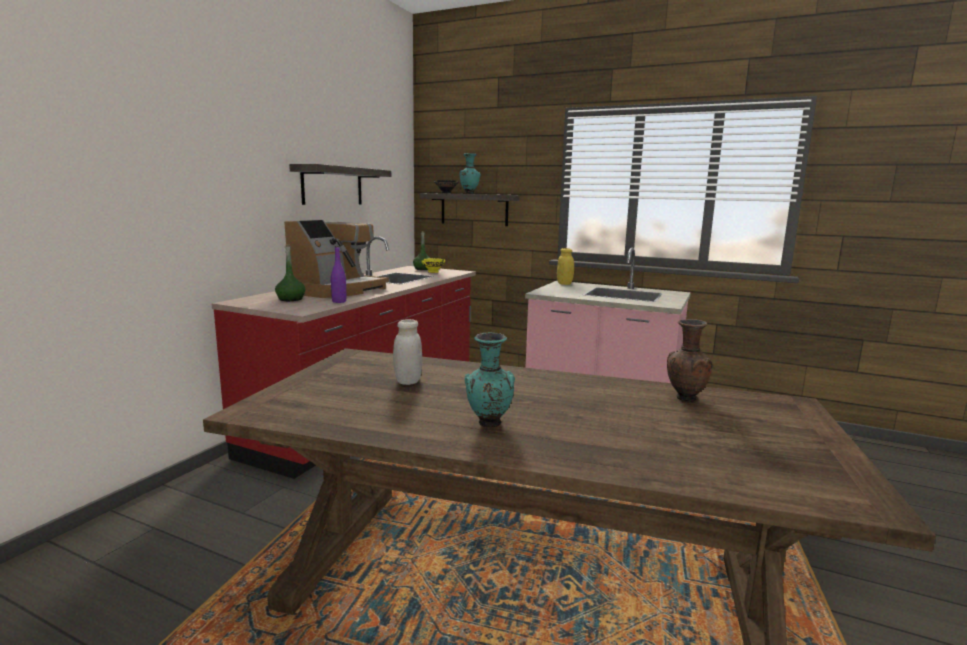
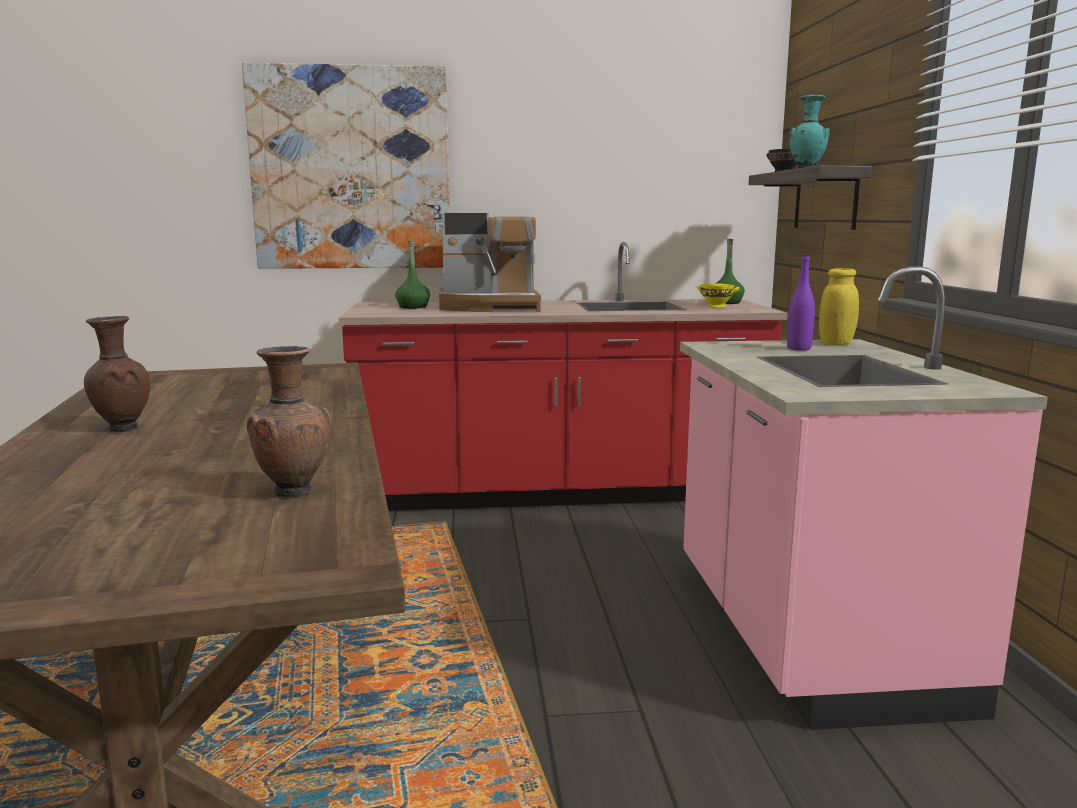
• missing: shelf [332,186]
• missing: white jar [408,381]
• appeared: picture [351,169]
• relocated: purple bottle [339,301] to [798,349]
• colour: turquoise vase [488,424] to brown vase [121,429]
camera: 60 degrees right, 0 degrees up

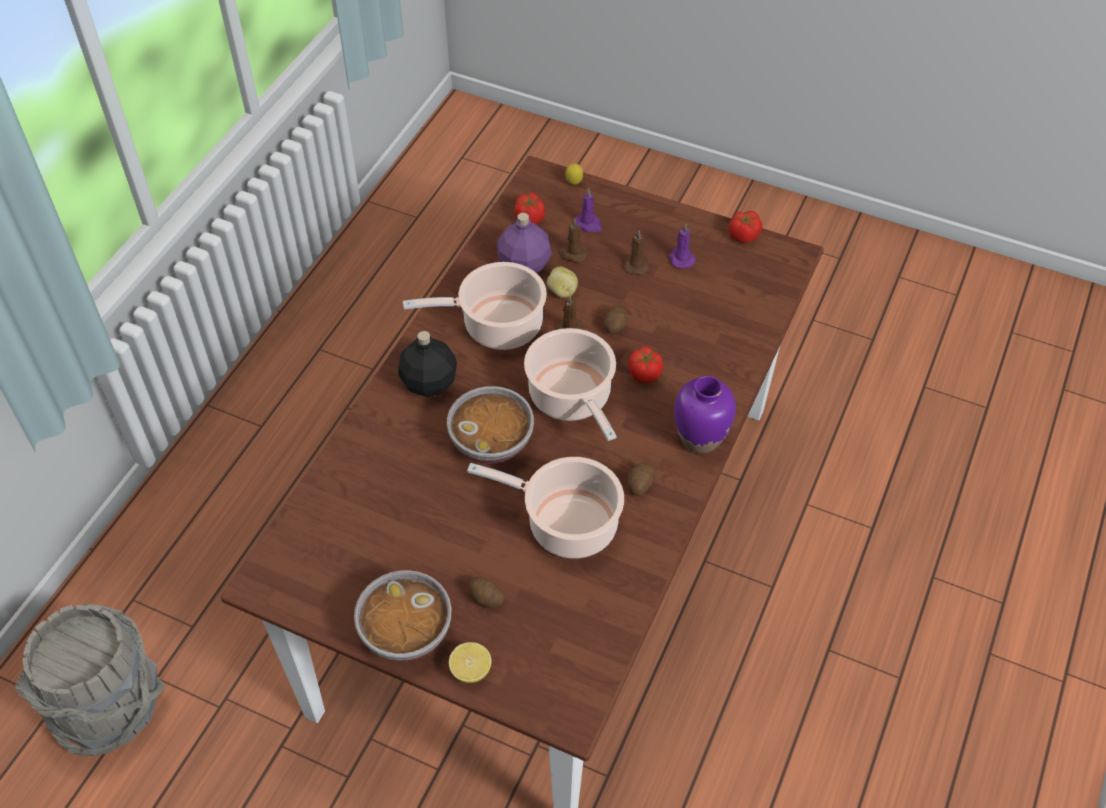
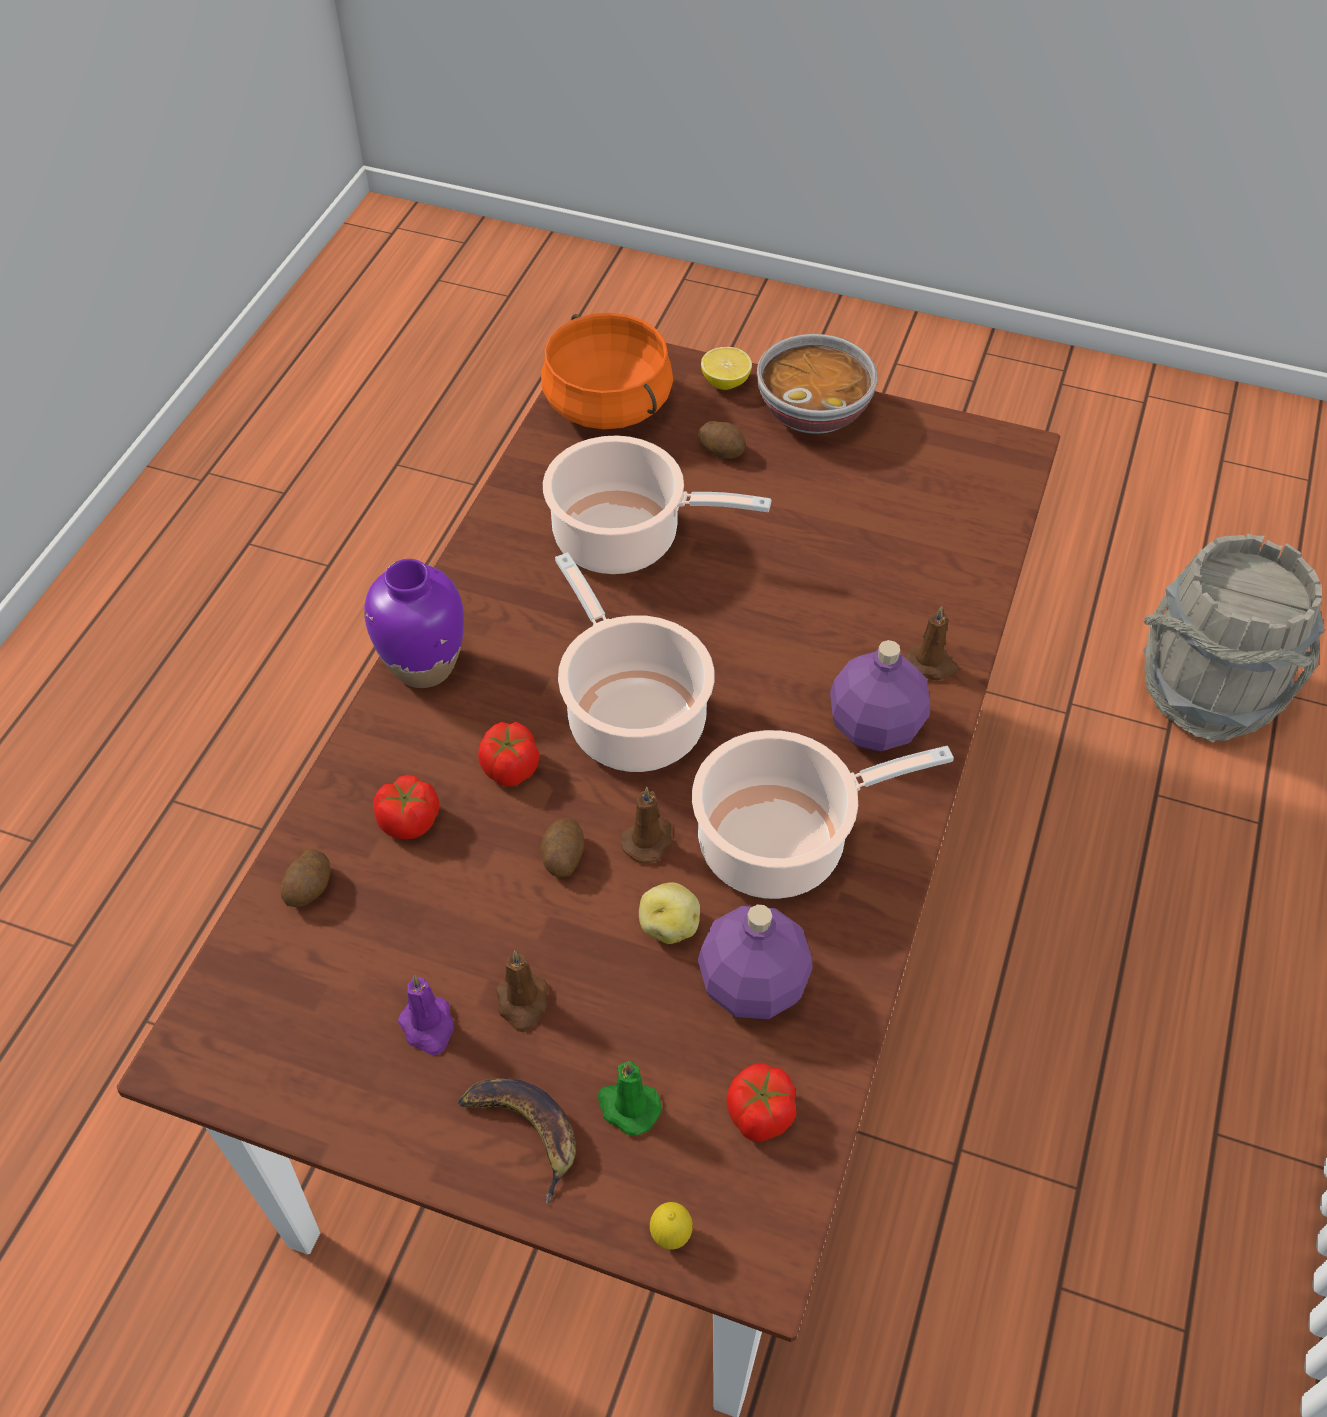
• missing: bowl [492,441]
• appeared: banana [524,1131]
• appeared: orange cooking pot [609,404]
• relocated: brown candle [572,254] to [931,665]
• relocated: potato [640,484] to [310,888]
• relocated: tomato [743,235] to [410,821]
• colour: black bottle [428,383] to purple bottle [876,725]
• colour: purple candle [588,224] to green candle [627,1106]
camera: 175 degrees right, 0 degrees up

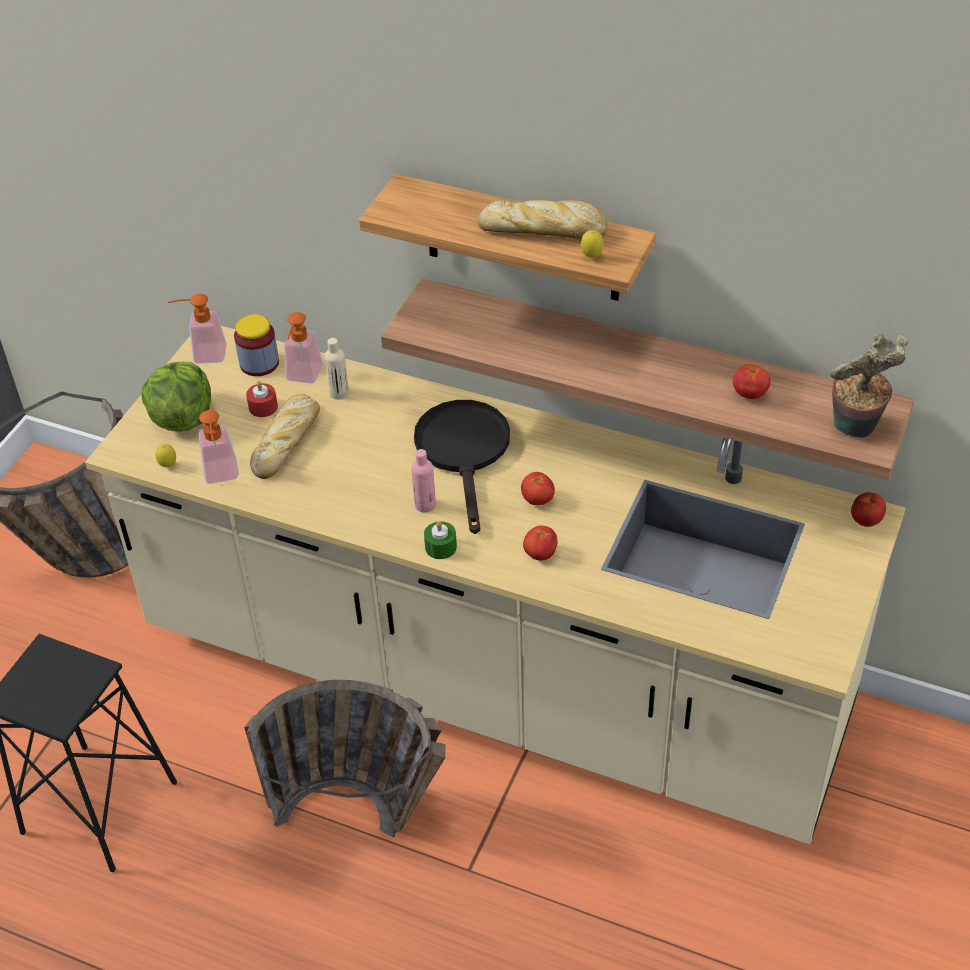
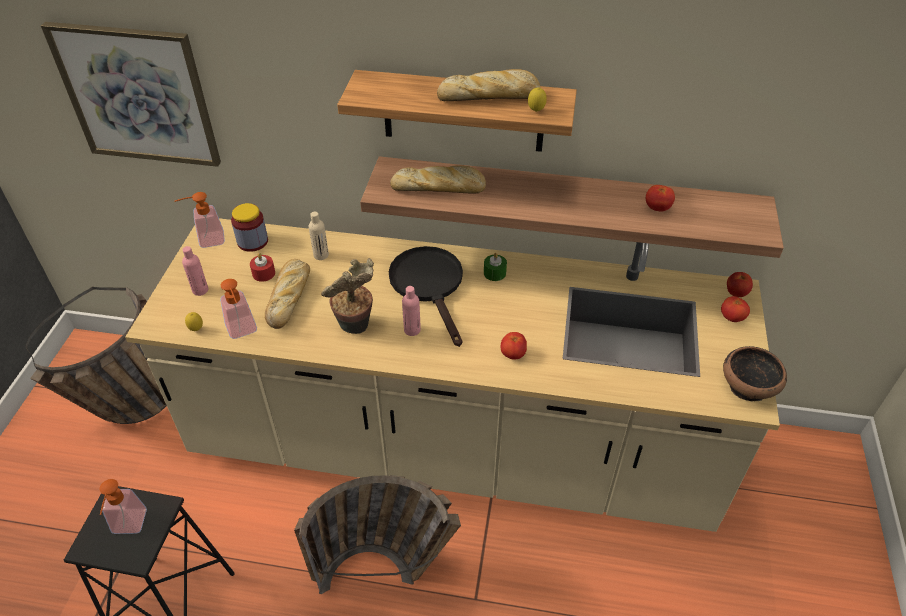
• appeared: picture [138,95]
• appeared: bread [440,188]
• appeared: bowl [748,387]
• relocated: soap dispenser [302,378] to [128,527]
• relocated: green candle [440,547] to [494,273]
• relocated: tomato [537,500] to [731,318]
• relocated: potted plant [855,430] to [355,328]
• exchanged: lettuce [182,417] to pink bottle [200,290]
camera: 15 degrees left, 0 degrees up

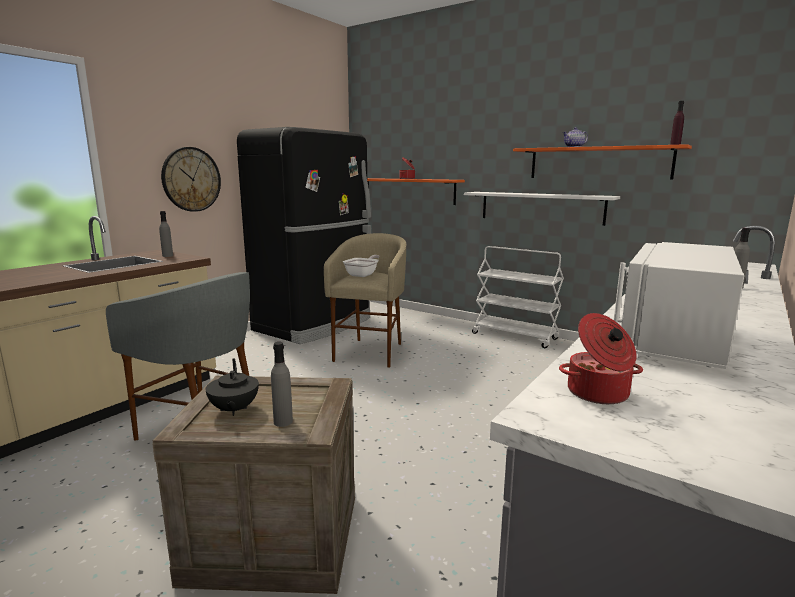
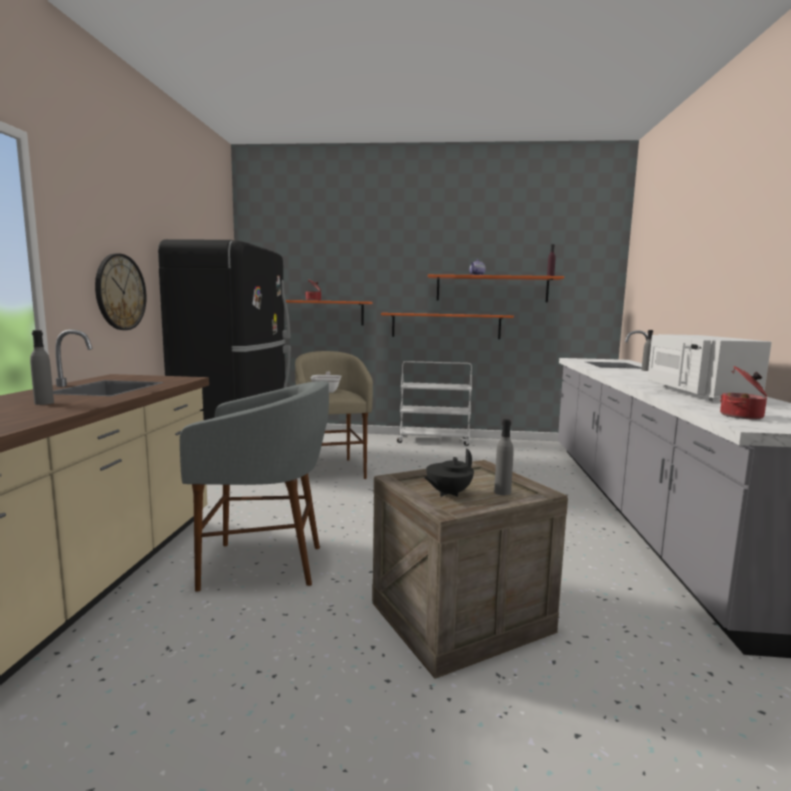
• relocated: grey bottle [167,256] to [44,403]
• colour: white shelf [541,207] to orange shelf [446,325]
• spun: black teapot [233,410] = [448,493] 90 degrees clockwise
camera: 30 degrees left, 5 degrees down

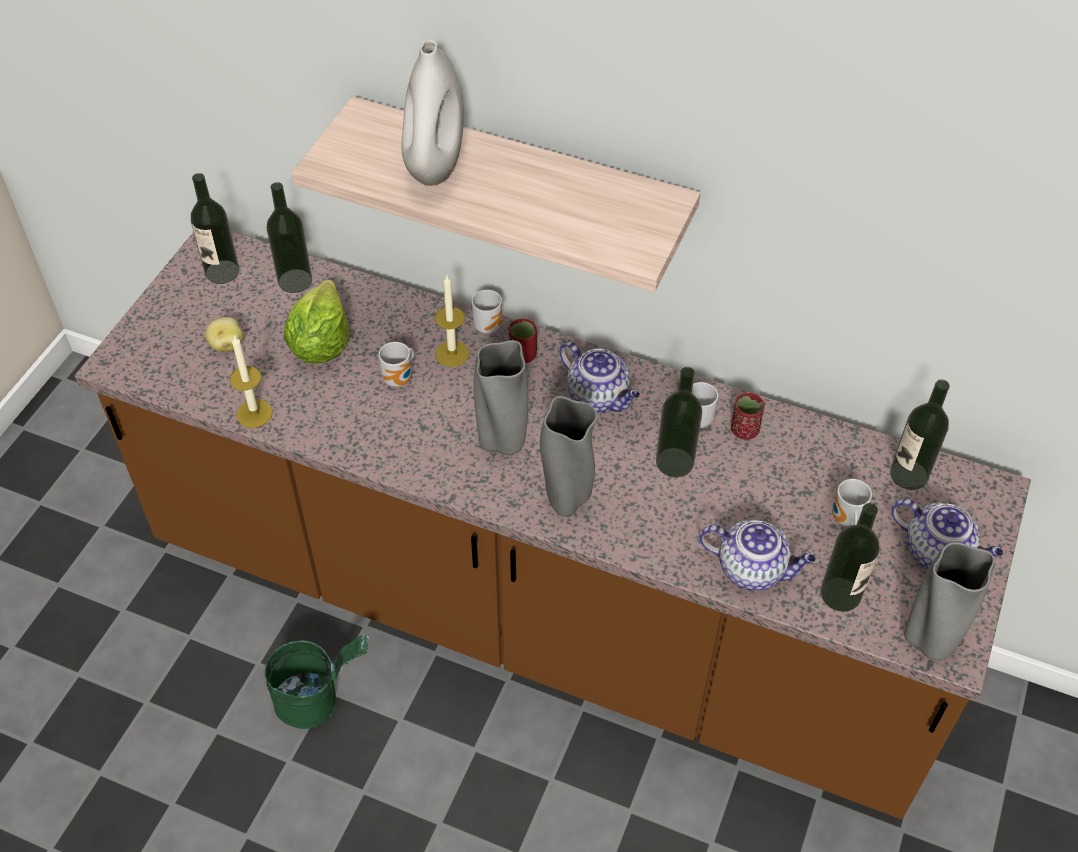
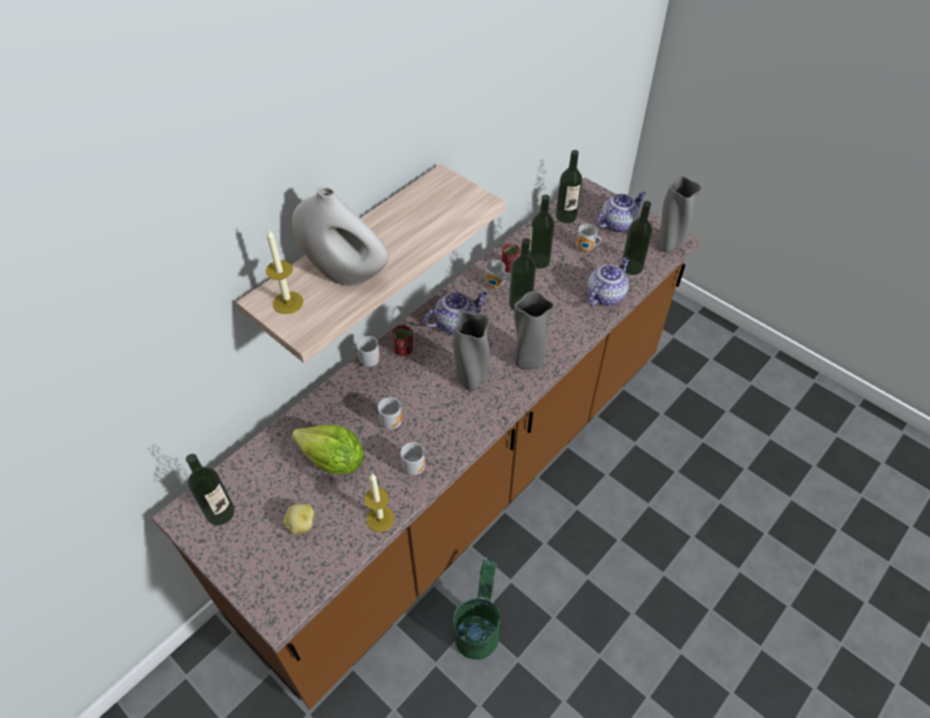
• appeared: mug [413,466]
• relocated: bottle [295,281] to [539,261]
• relocated: candle [452,353] to [288,302]
camera: 70 degrees left, 0 degrees up

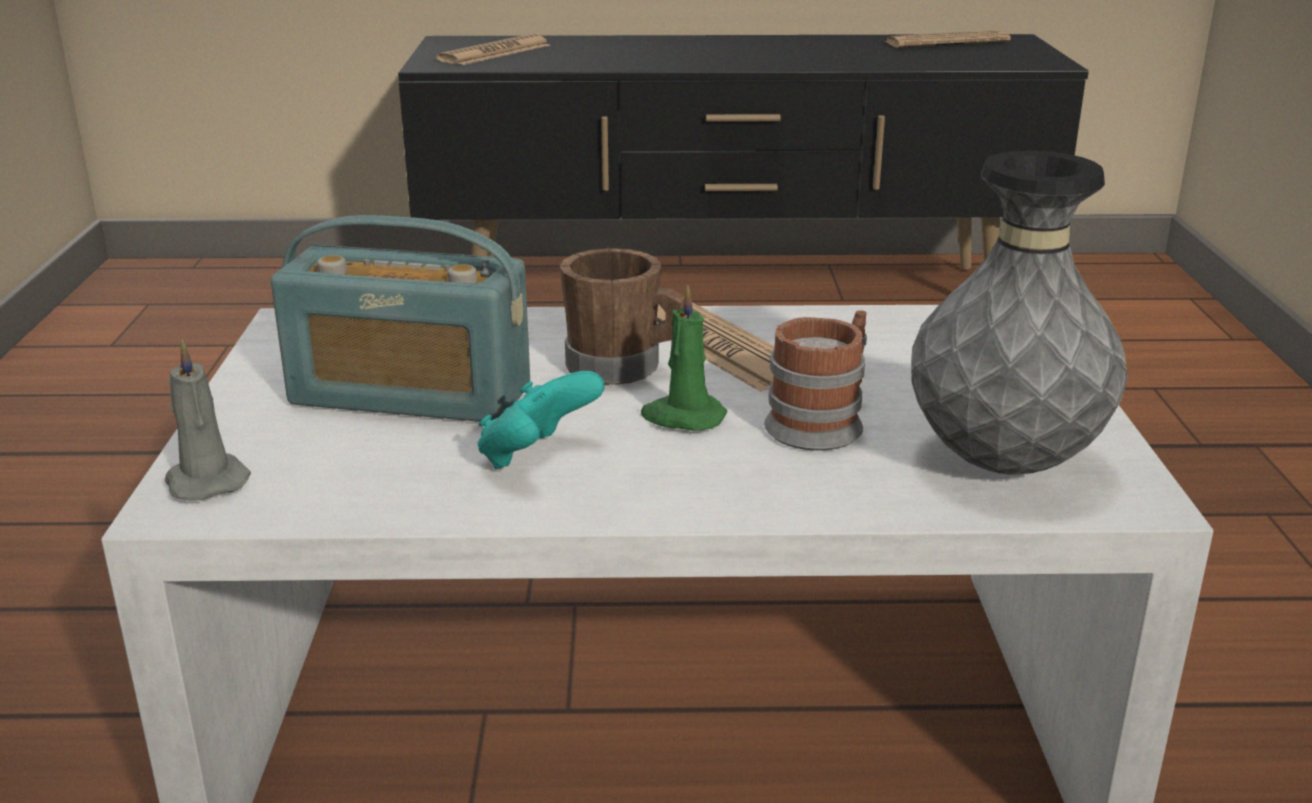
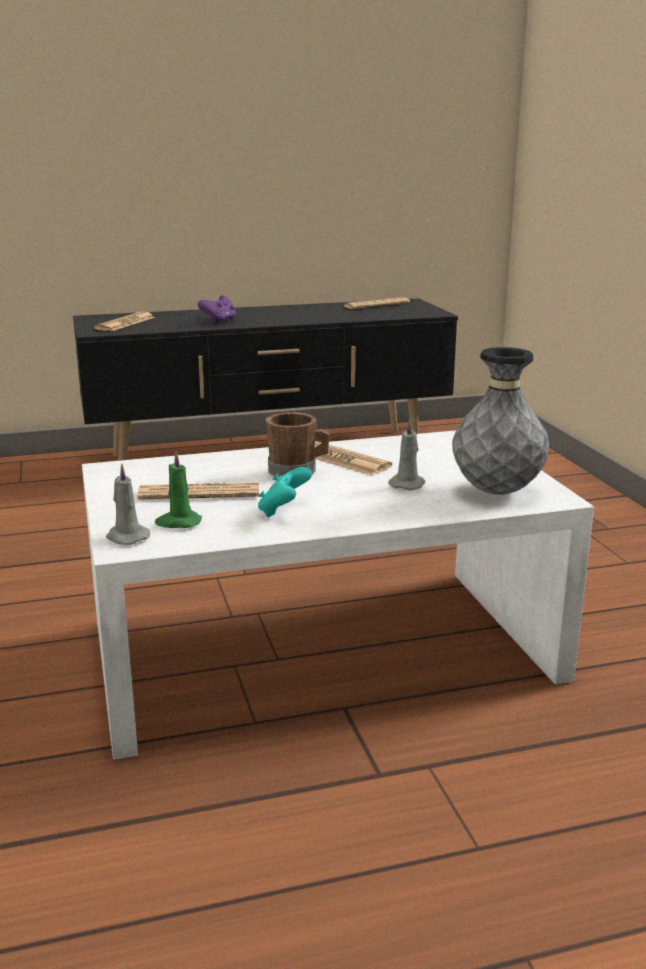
• appeared: purple game controller [219,321]
• relocated: green candle [682,417] to [178,522]
• exchanged: radio [410,395] to newspaper [199,493]
• exchanged: mug [822,422] to grey candle [407,484]
camera: 15 degrees left, 5 degrees down

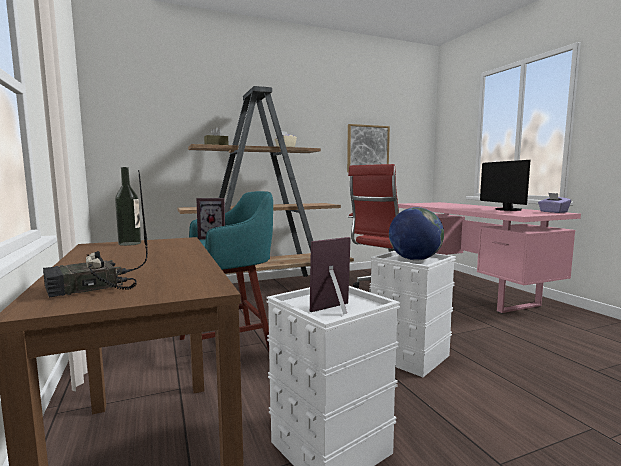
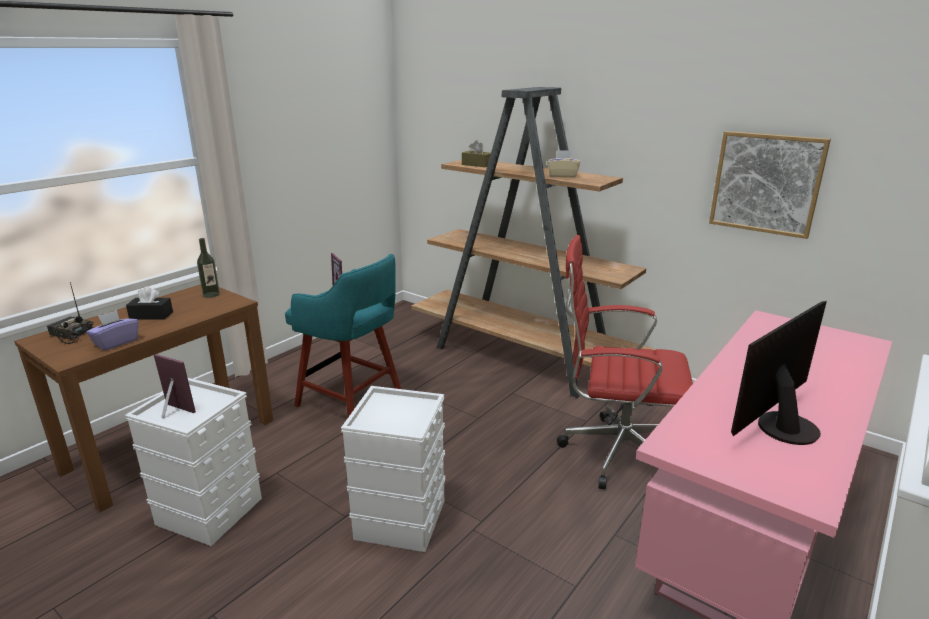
• missing: globe [414,259]
• appeared: black tissue box [151,315]
• relocated: purple tissue box [553,212] to [116,342]
camera: 60 degrees right, 15 degrees up

